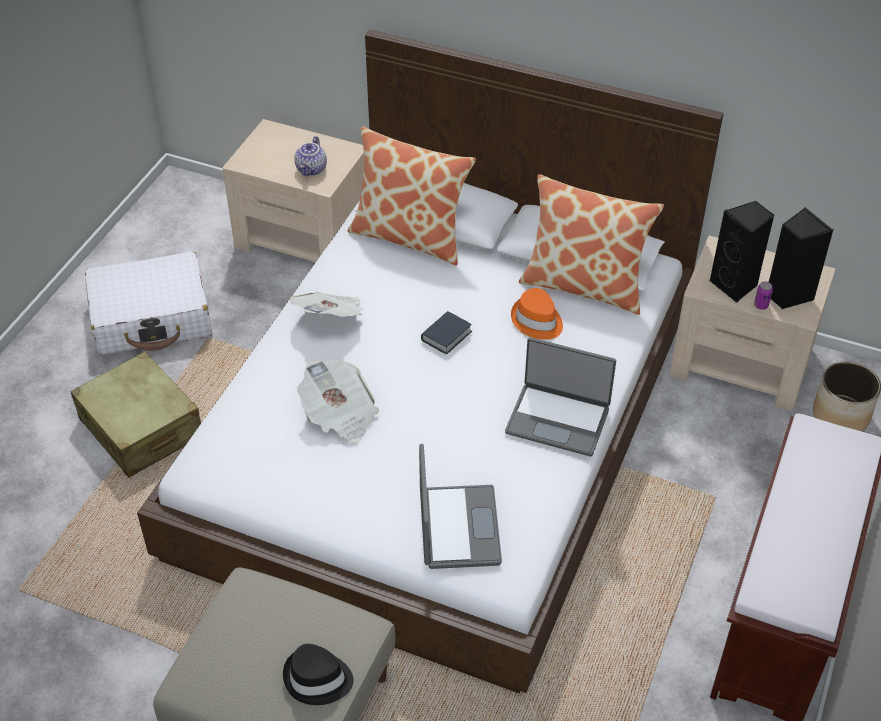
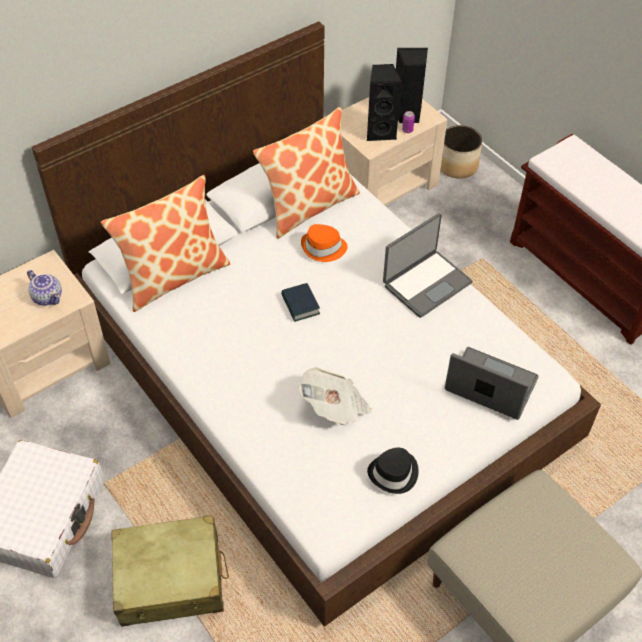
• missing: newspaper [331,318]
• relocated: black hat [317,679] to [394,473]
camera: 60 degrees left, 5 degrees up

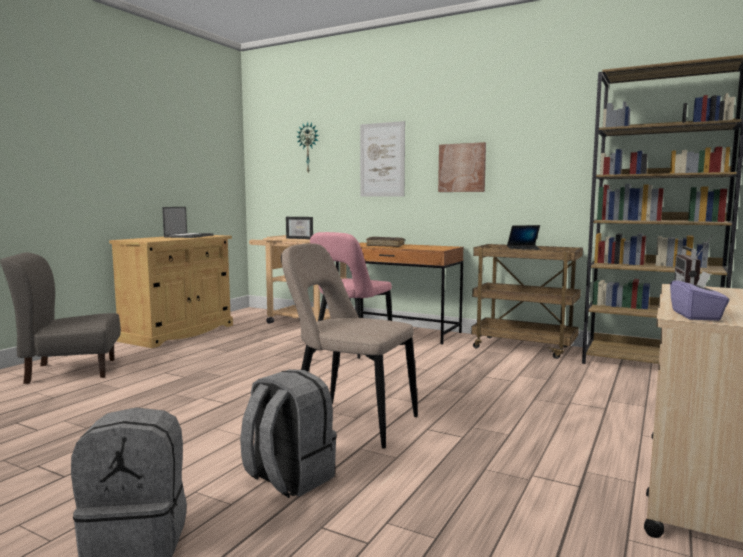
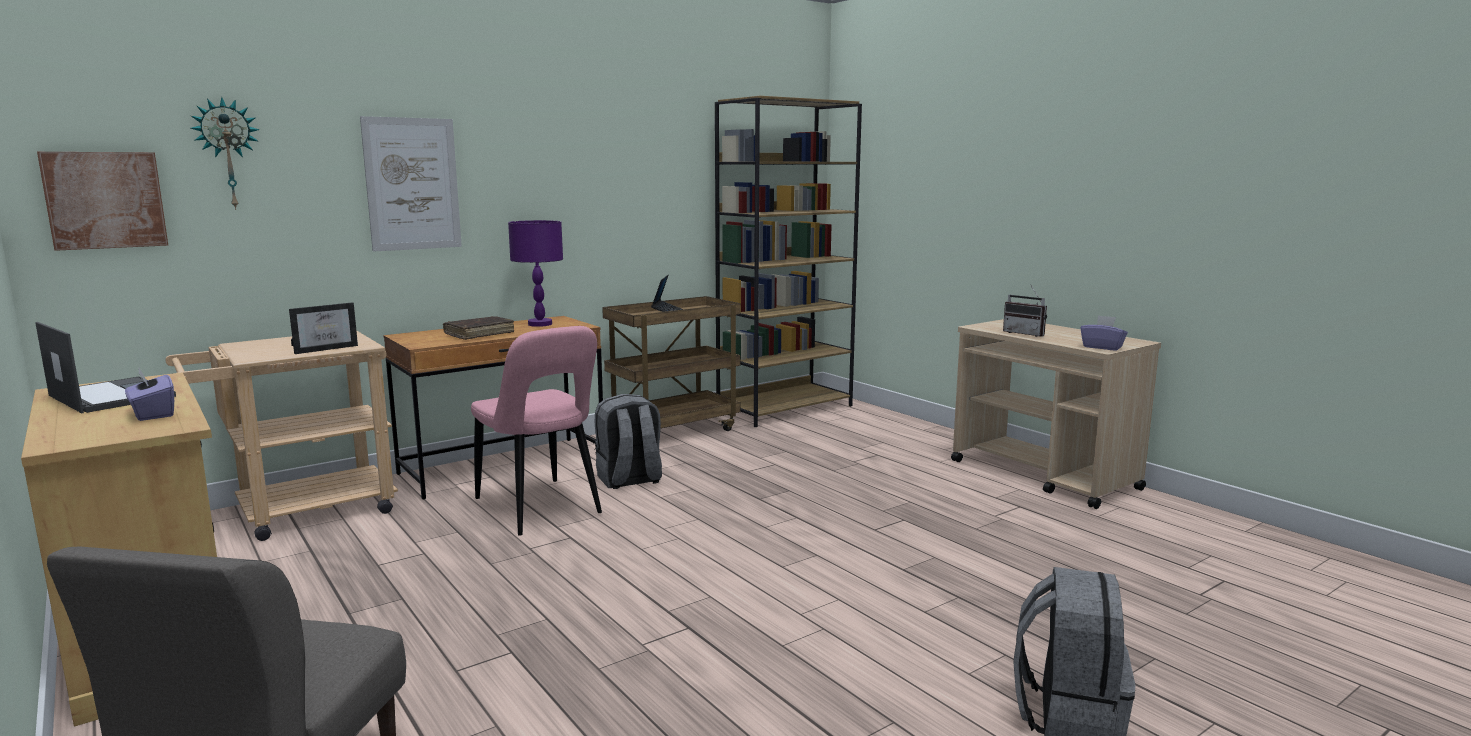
• missing: beige chair [349,422]
• appeared: purple tissue box [153,414]
• appeared: purple table lamp [540,324]
• relocated: grey backpack [288,478] to [629,480]
• relocated: picture [462,168] to [105,200]
camera: 65 degrees left, 5 degrees up

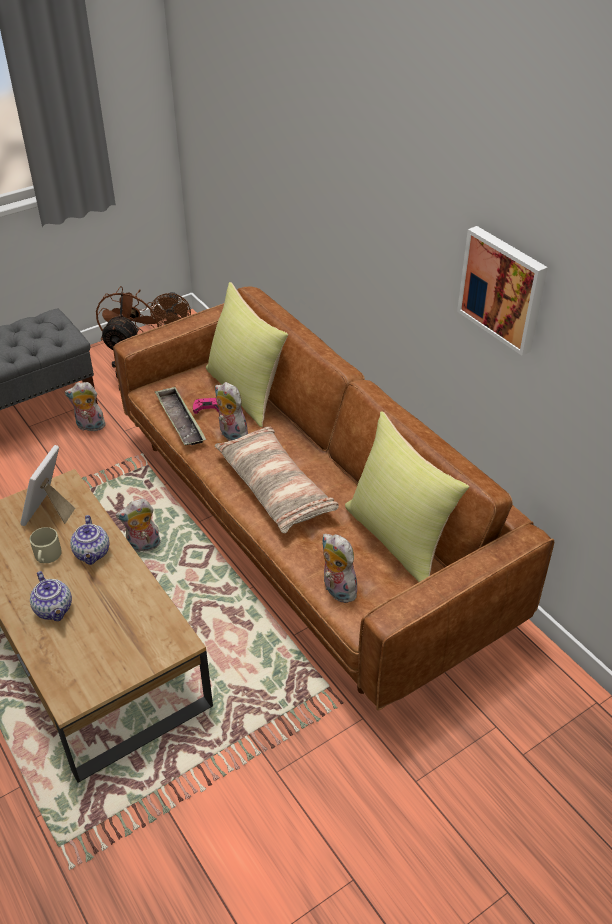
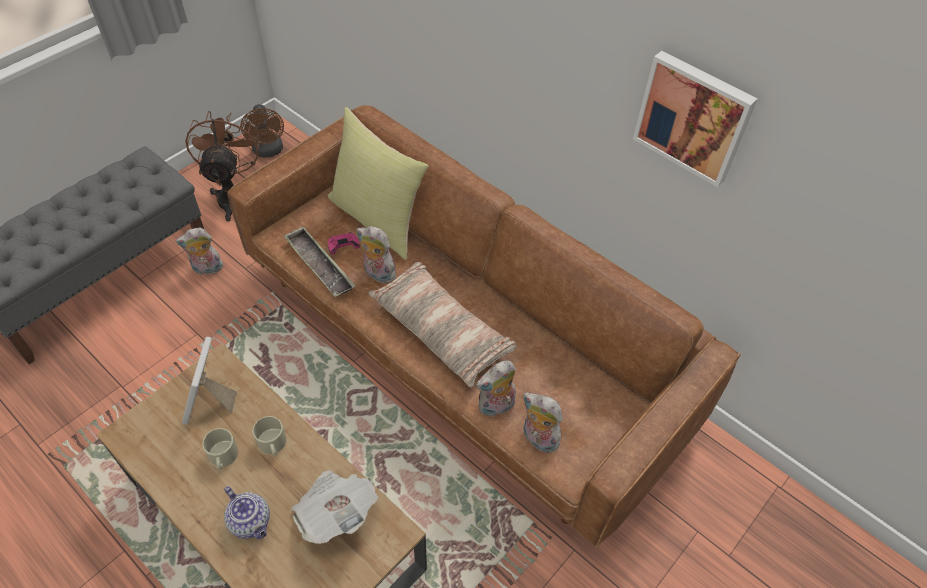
• missing: yellow pillow [398,539]
• appeared: newspaper [336,512]
• relocated: plush toy [143,546] to [496,407]
• exchanged: teapot [92,553] to beige mug [272,444]
camera: 15 degrees left, 10 degrees up

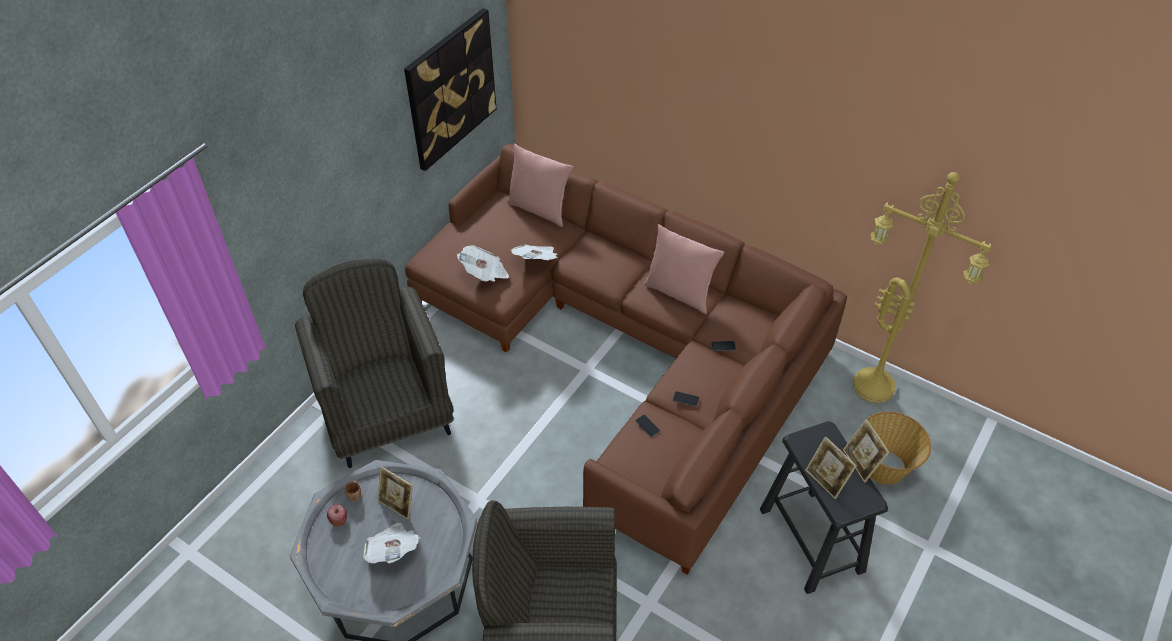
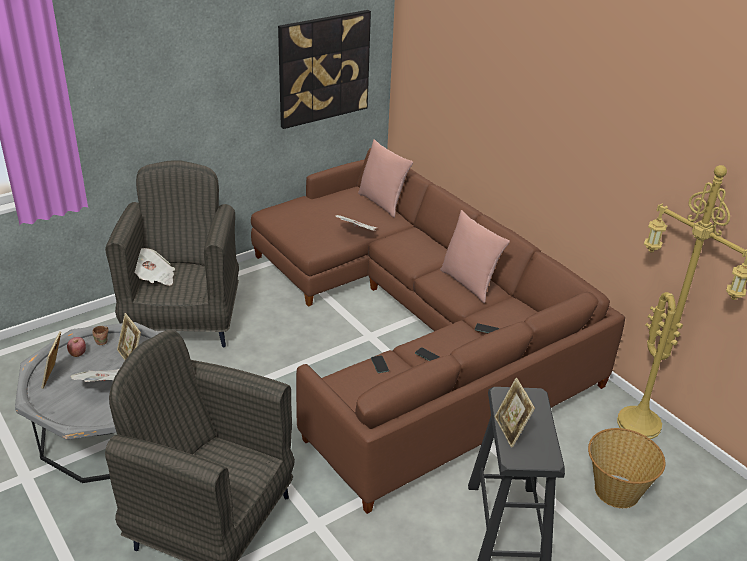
• relocated: newspaper [484,273] to [153,277]
• relocated: picture frame [860,463] to [55,376]
camera: 20 degrees right, 15 degrees down

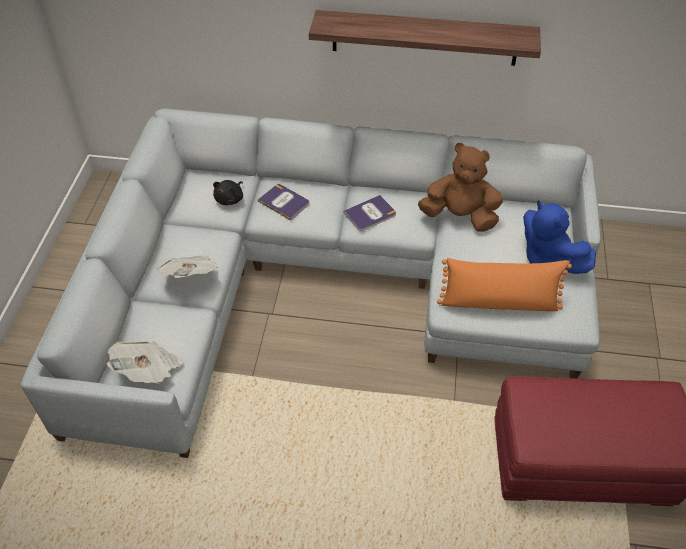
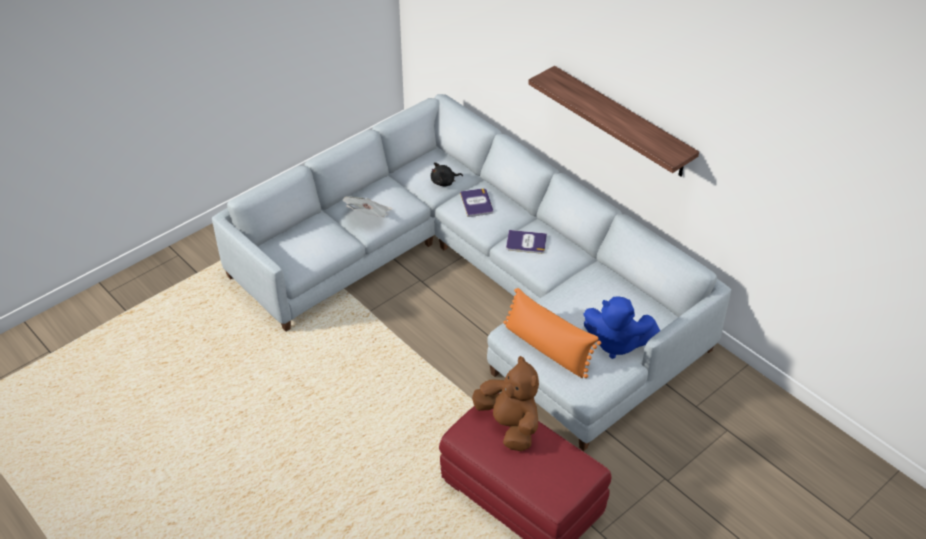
• missing: newspaper [148,371]
• relocated: brown plush toy [459,217] to [509,425]
• spun: blue plush toy [547,259] = [616,343] 75 degrees counterclockwise
camera: 40 degrees right, 5 degrees down

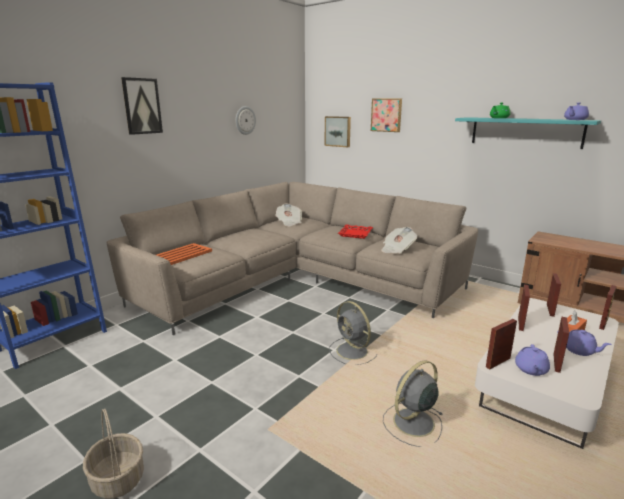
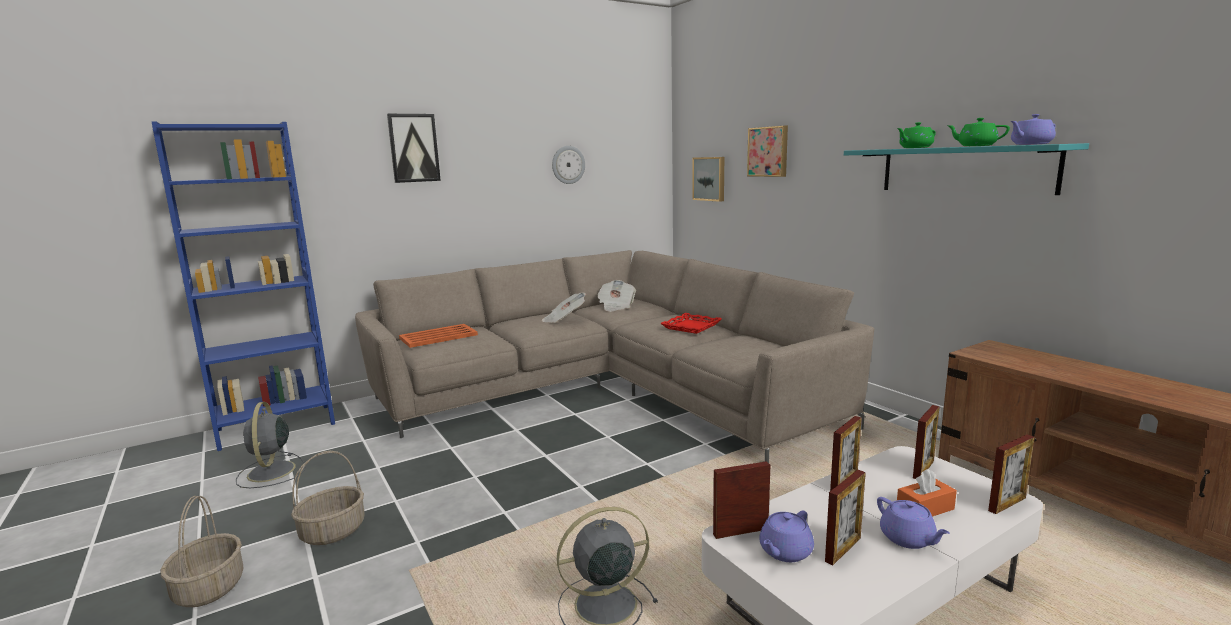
• appeared: basket [332,532]
• appeared: green teapot [975,146]
• relocated: grey fan [353,352] to [271,472]
• relocated: newspaper [397,249] to [564,319]
camera: 20 degrees right, 5 degrees down

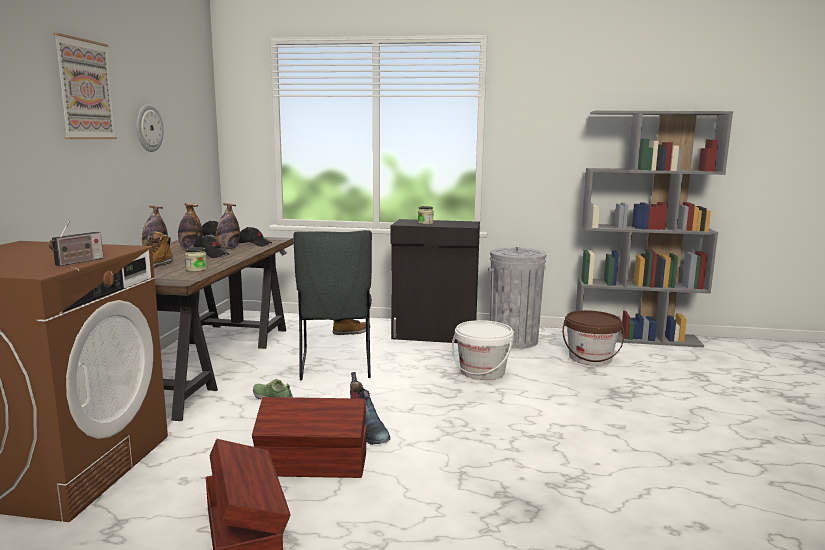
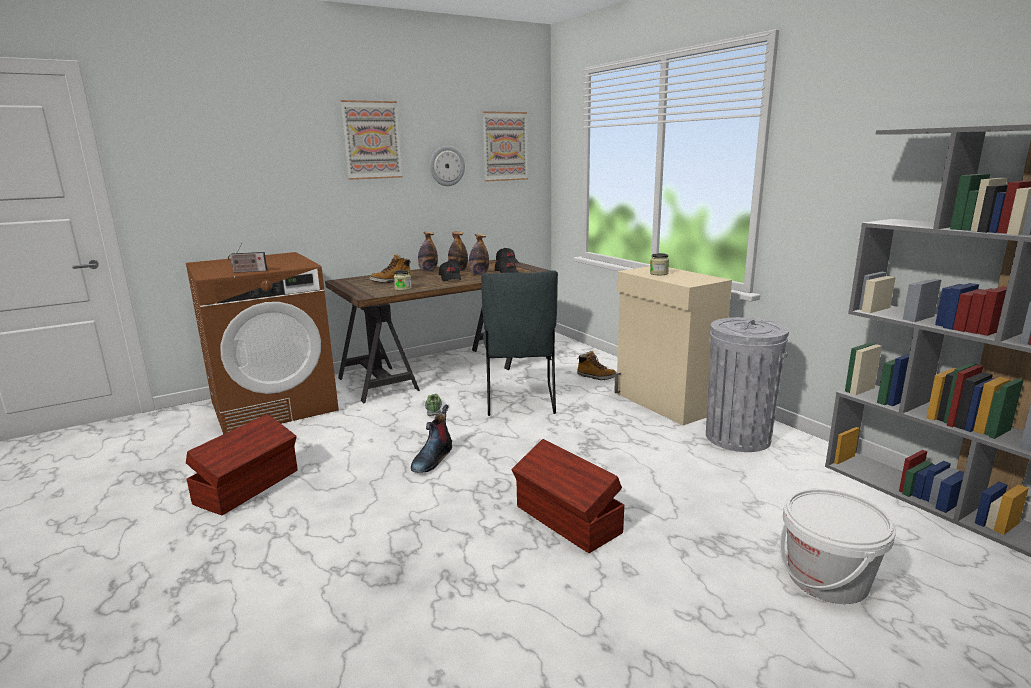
• missing: brown bucket [590,358]
• appeared: picture [504,146]
• relocated: brown storage box [313,465] to [567,520]
• relocated: white bucket [482,371] to [827,578]
• colour: black cabinet [434,335] to beige cabinet [665,403]
• spun: grey chair [335,367] = [520,402] 45 degrees counterclockwise
camera: 50 degrees right, 5 degrees up

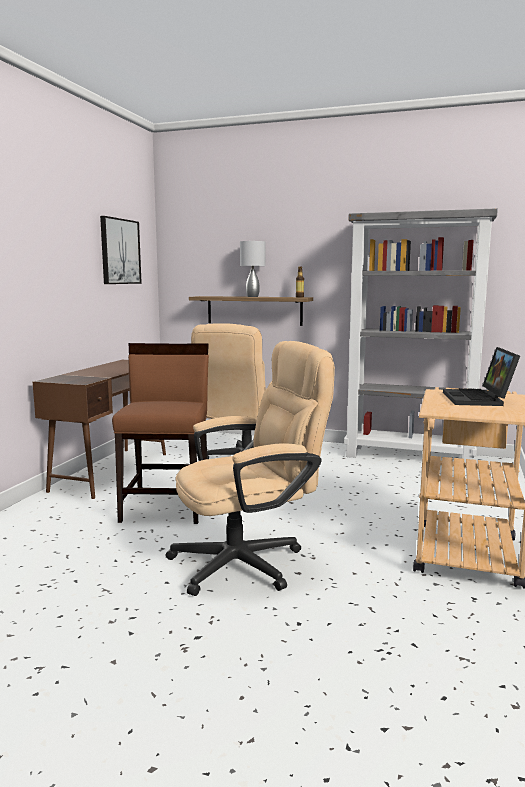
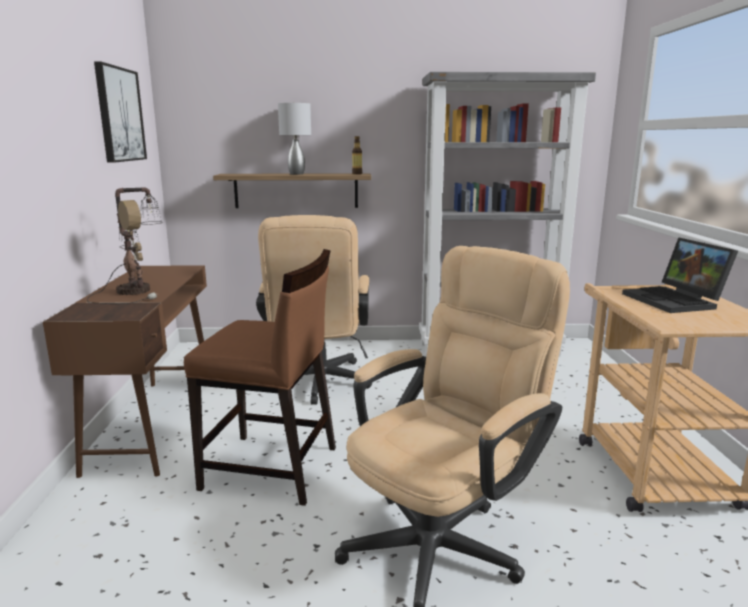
• appeared: table lamp [134,290]
• spun: brown chair [167,506] = [271,468] 120 degrees clockwise
camera: 20 degrees left, 5 degrees up

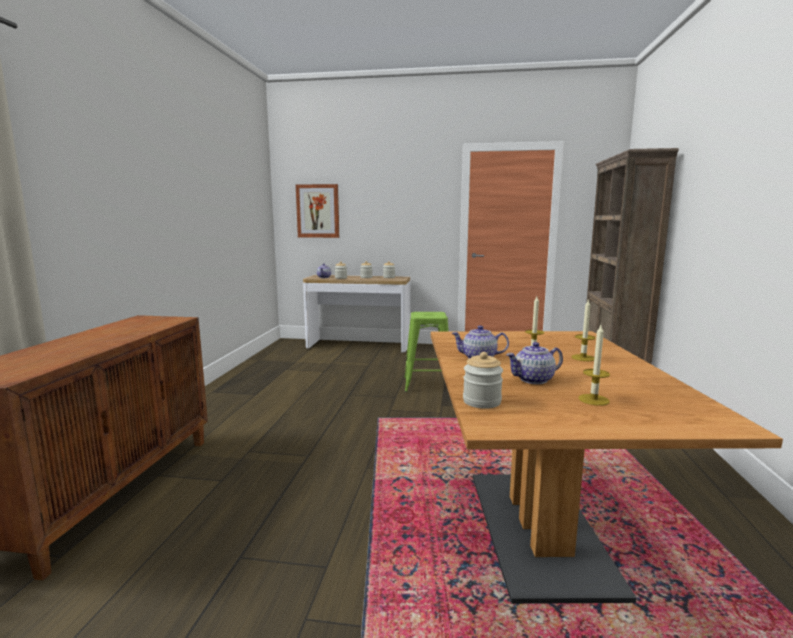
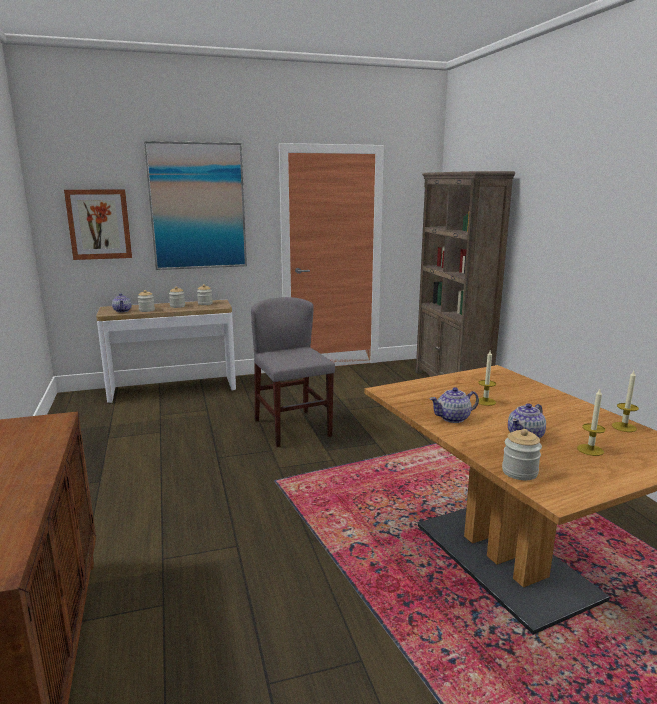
• appeared: picture [198,206]
• relocated: candle [583,358] to [624,427]
• exchanged: green stool [427,384] to grey chair [292,428]
camera: 25 degrees left, 5 degrees up

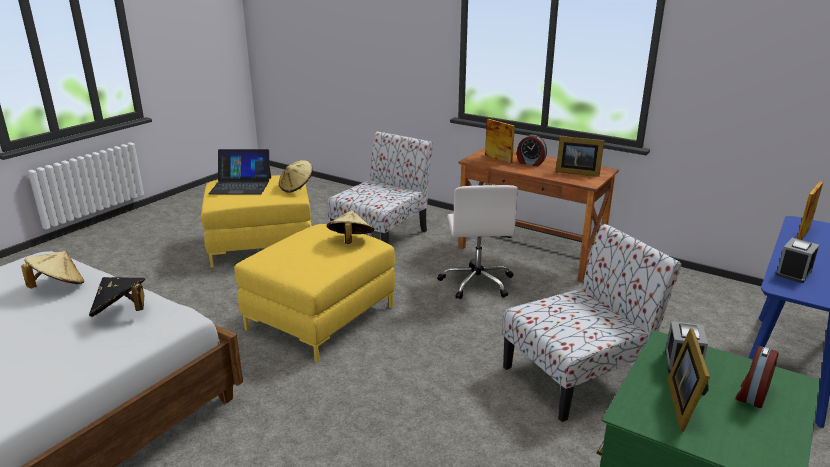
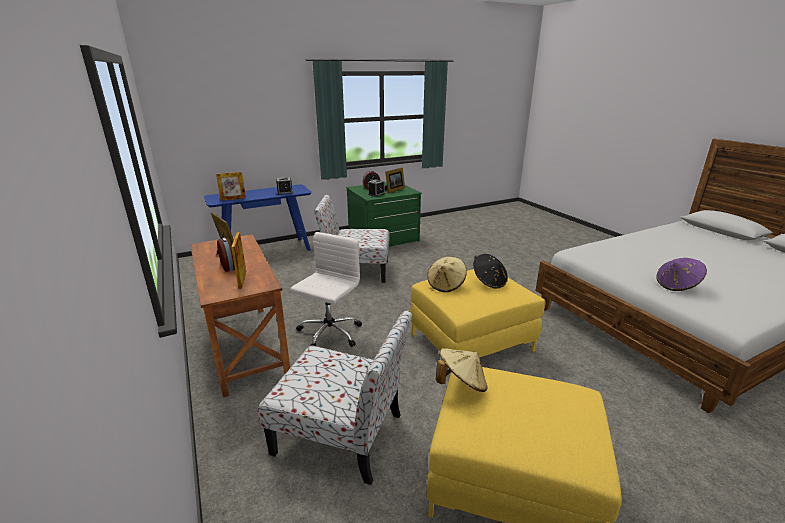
• missing: laptop [241,185]
• relocated: black hat [121,313] to [489,281]
• colour: beige hat [58,286] to purple hat [677,285]
• spun: chair [382,235] = [342,434] 135 degrees counterclockwise
camera: 150 degrees left, 0 degrees up

